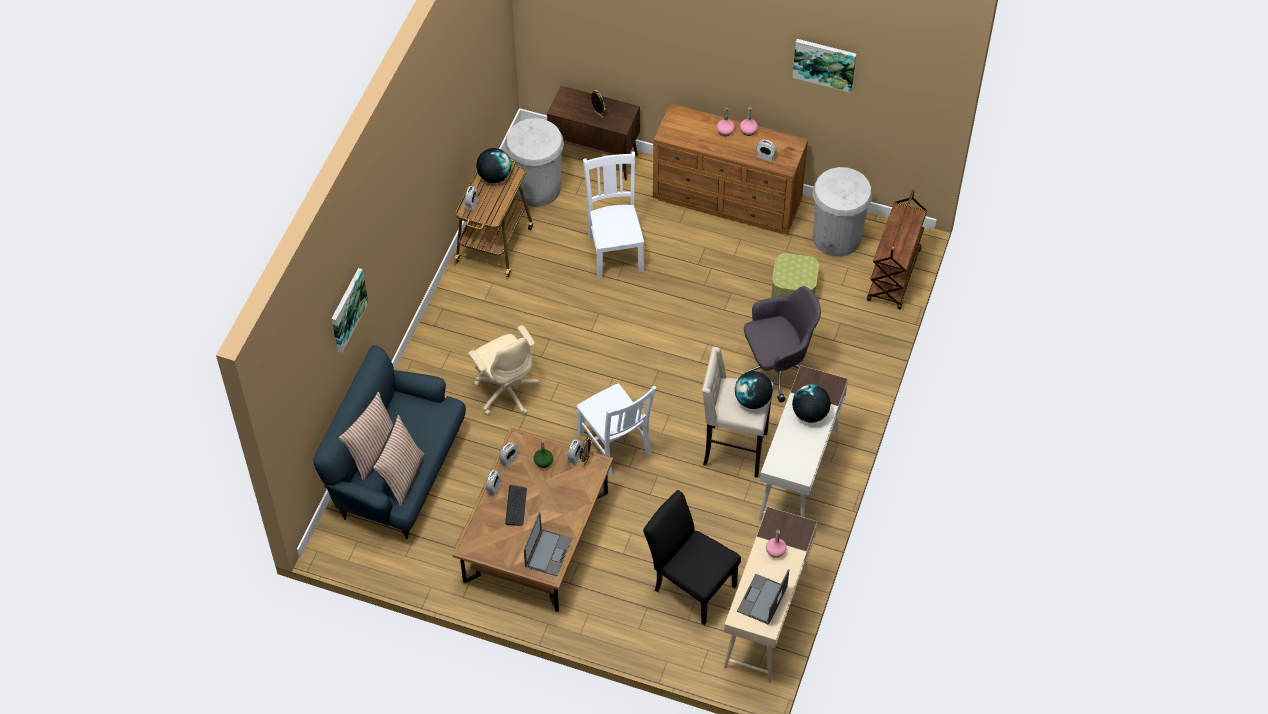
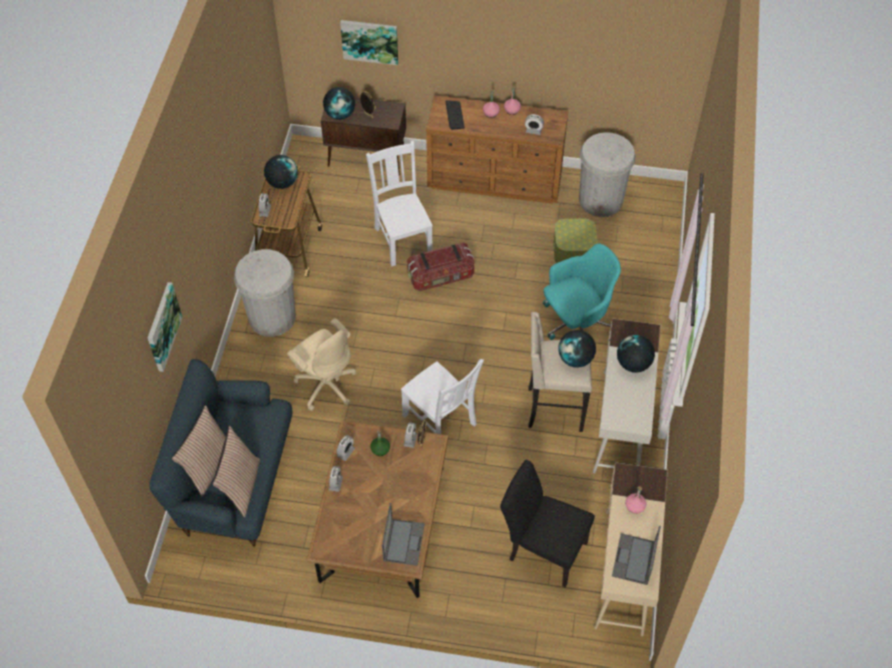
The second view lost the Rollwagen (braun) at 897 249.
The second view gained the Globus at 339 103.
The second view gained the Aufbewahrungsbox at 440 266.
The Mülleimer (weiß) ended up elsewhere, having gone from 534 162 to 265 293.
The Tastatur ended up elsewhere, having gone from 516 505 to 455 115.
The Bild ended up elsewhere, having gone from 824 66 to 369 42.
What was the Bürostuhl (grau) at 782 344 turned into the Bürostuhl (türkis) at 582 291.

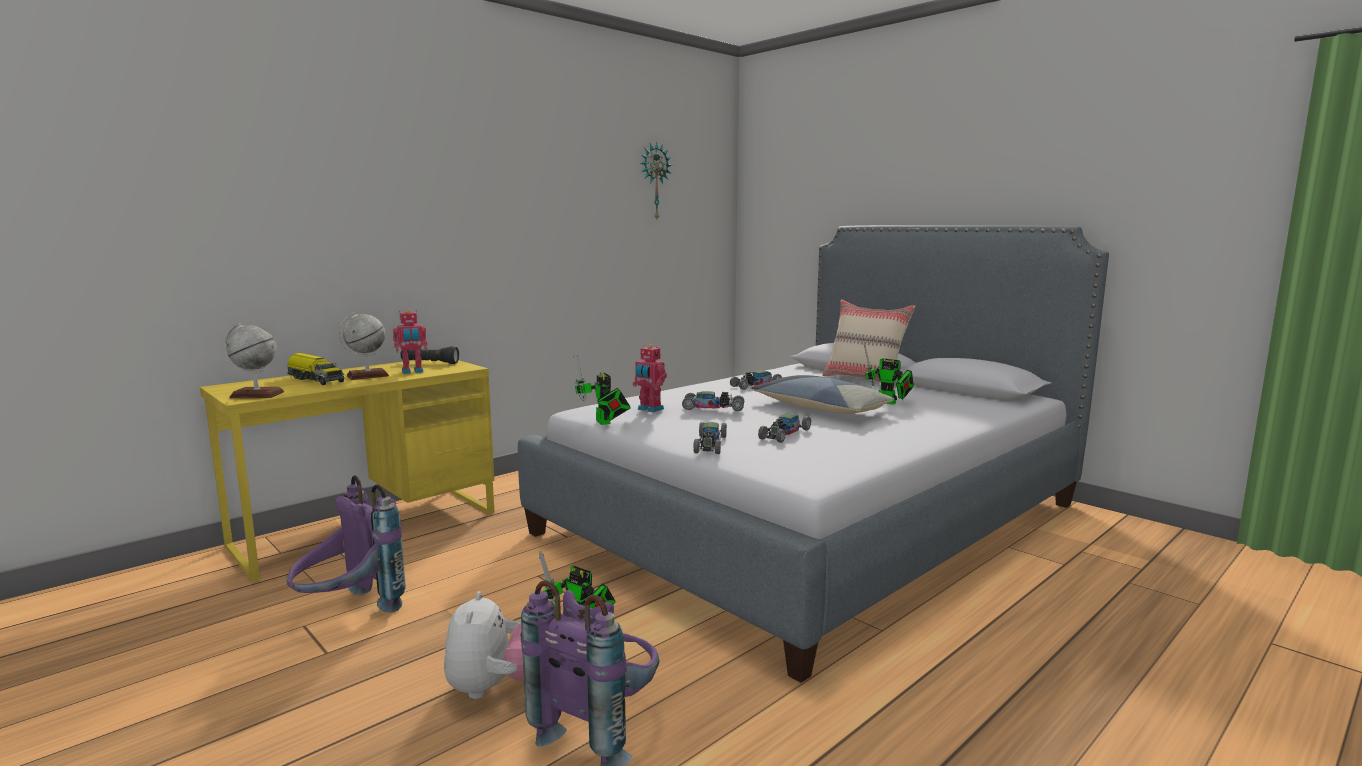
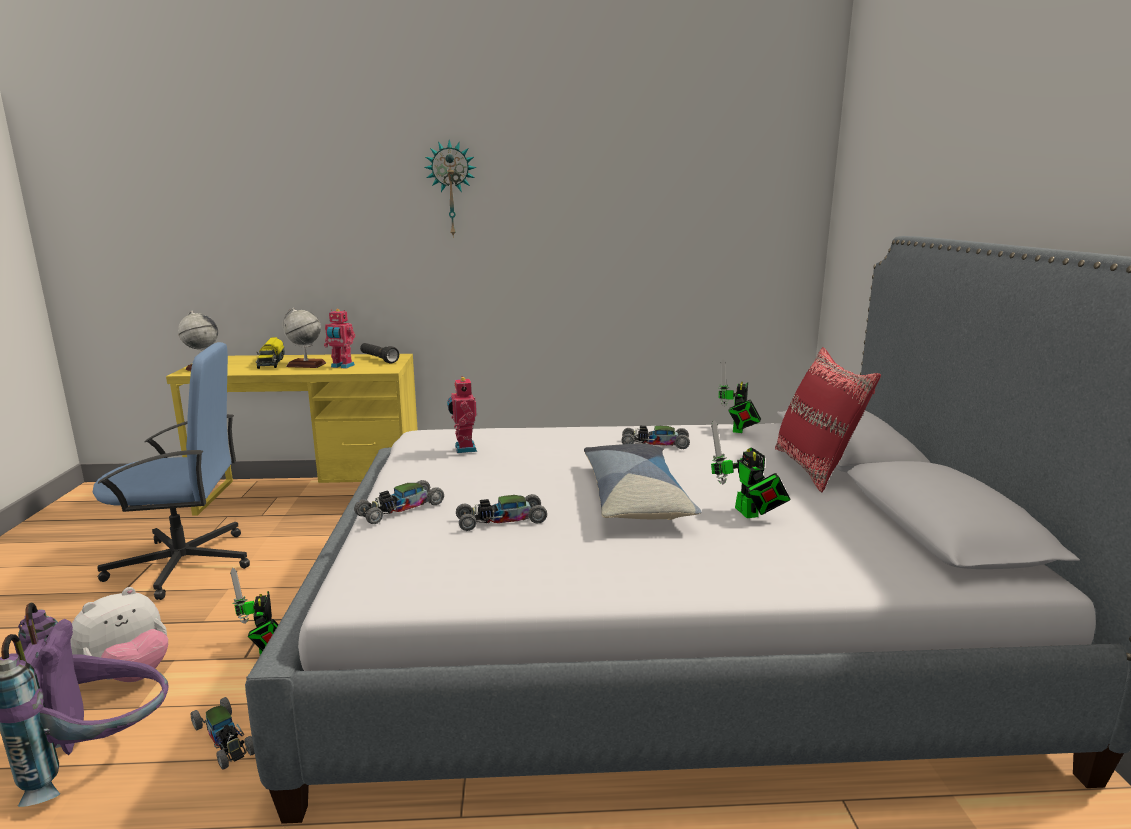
The Spielzeugroboter ended up elsewhere, having gone from 602 388 to 740 396.
The Wanduhr ended up elsewhere, having gone from 656 180 to 450 189.
The Spielzeugauto ended up elsewhere, having gone from 713 401 to 222 733.
Where the Rucksack (lila) stood at 346 544, the Bürostuhl (blau) came to stand at 171 471.
What was the Kissen (beige) at 868 344 turned into the Kissen (rot) at 828 419.

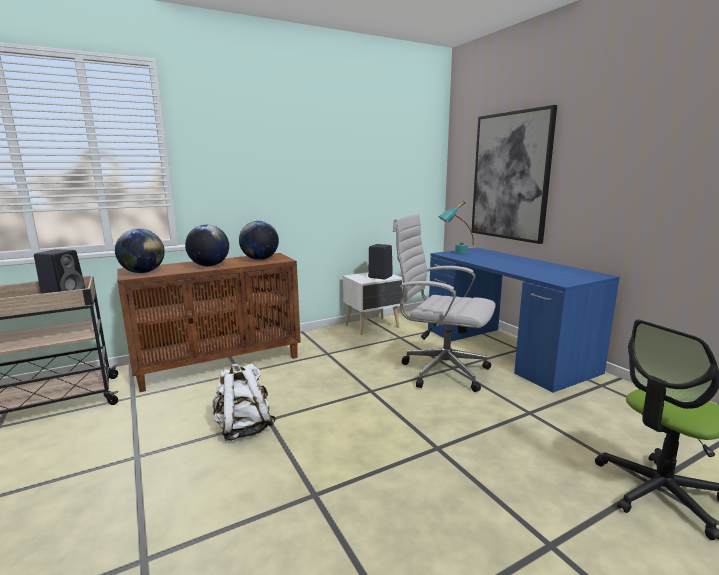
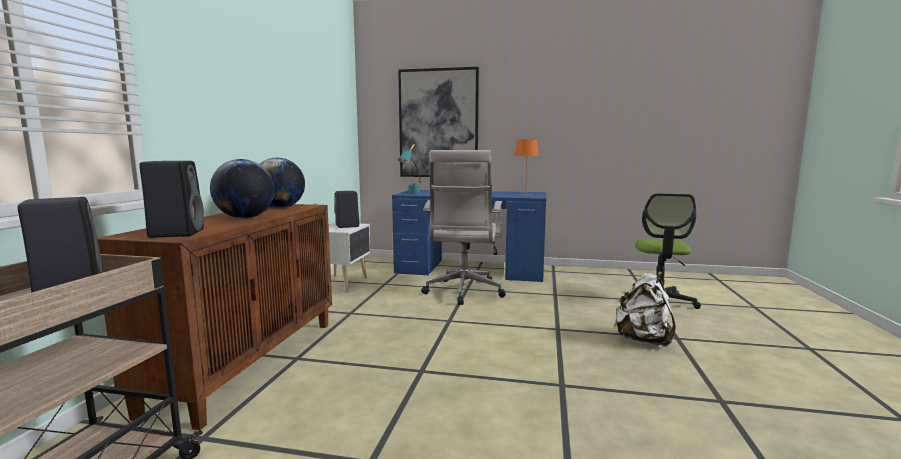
The second view gained the Tischlampe (orange) at 527 167.
The Rucksack (weiß) ended up elsewhere, having gone from 244 402 to 645 309.
Where the Globus stood at 140 251, the Lautsprecher (schwarz) came to stand at 171 199.
The Bürostuhl (weiß) at 444 303 ended up facing another way, 60 degrees counterclockwise from before.

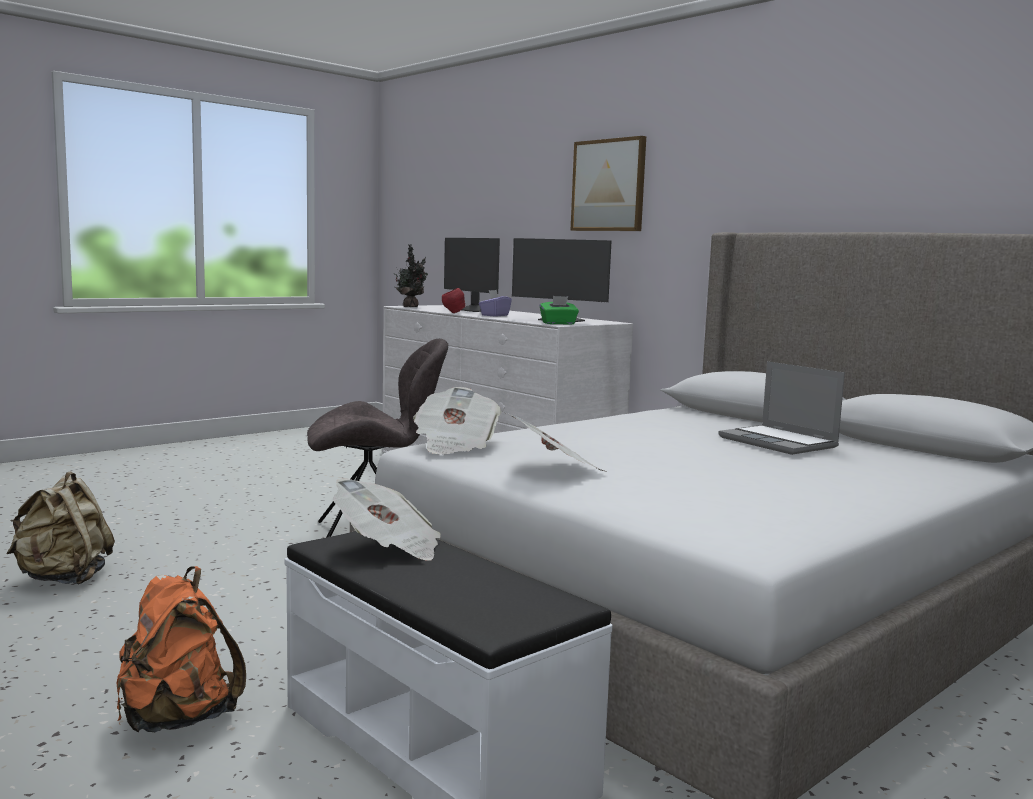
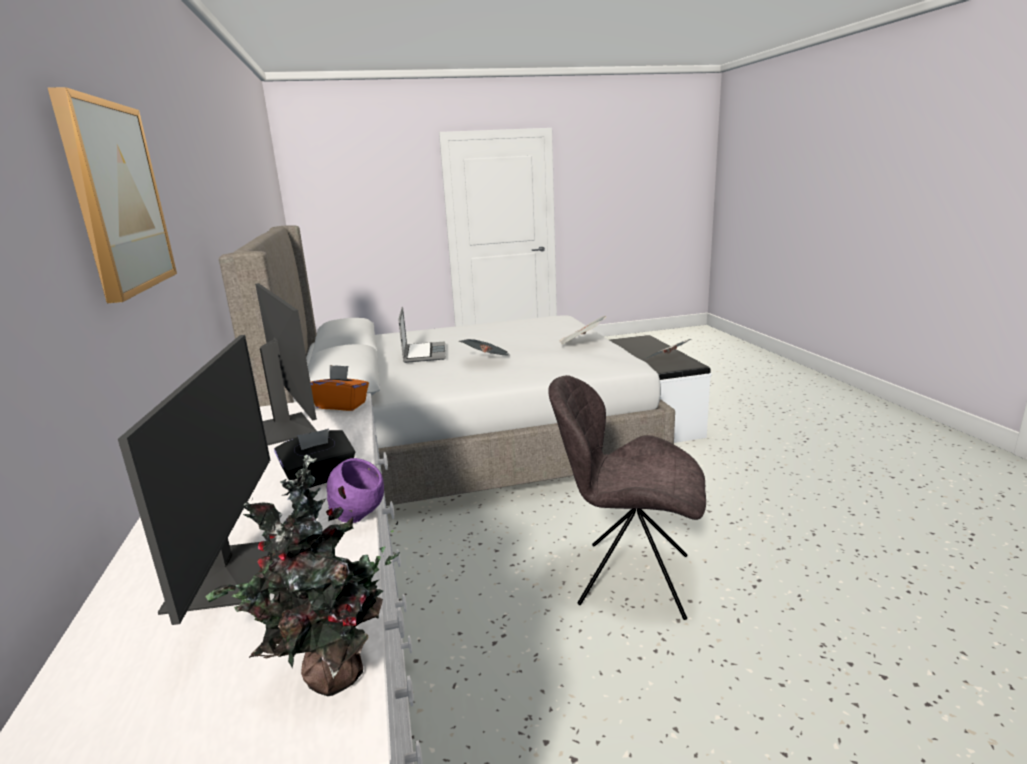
The second view lost the Rucksack (beige) at 61 528.
The second view lost the Rucksack (orange) at 181 649.
The Zeitung ended up elsewhere, having gone from 457 421 to 484 347.
What was the Schüssel (rot) at 454 300 turned into the Schüssel (lila) at 355 490.
What was the Taschentuchbox (lila) at 495 303 turned into the Taschentuchbox (schwarz) at 314 458.
What was the Taschentuchbox (grün) at 559 310 turned into the Taschentuchbox (orange) at 339 388.

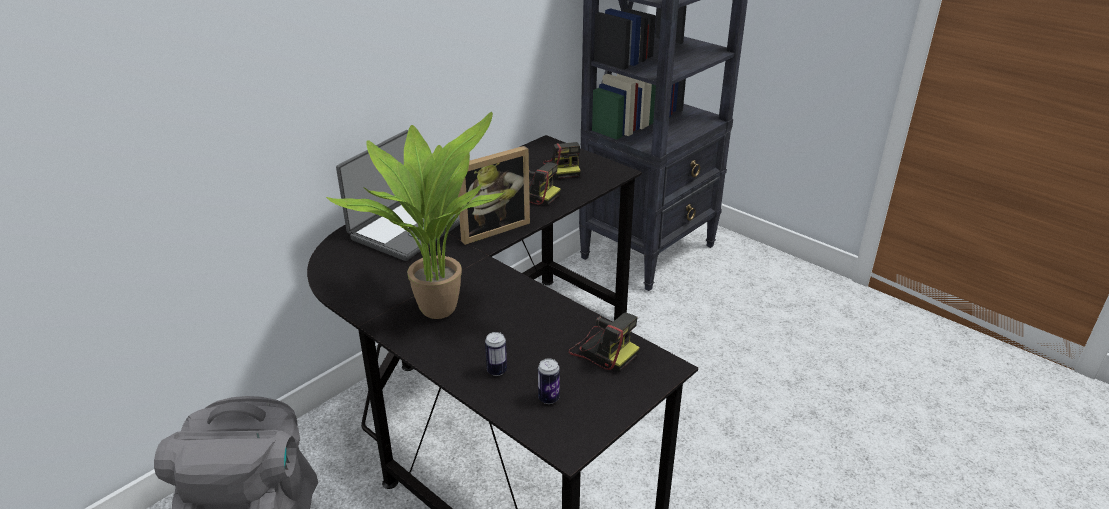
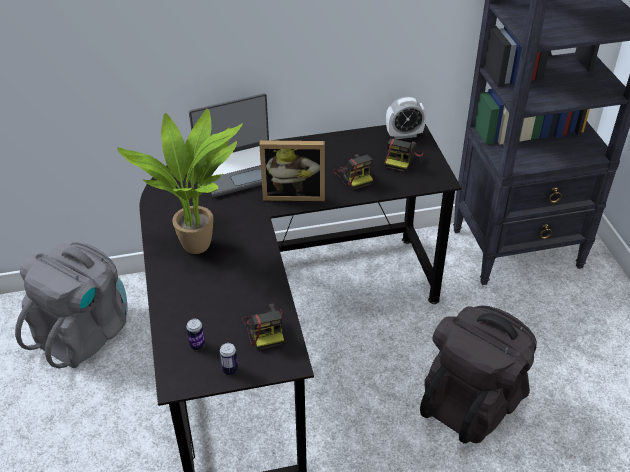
The second view gained the Wecker at 406 118.
The second view gained the Rucksack (schwarz) at 478 375.
The Dose ended up elsewhere, having gone from 496 354 to 229 359.

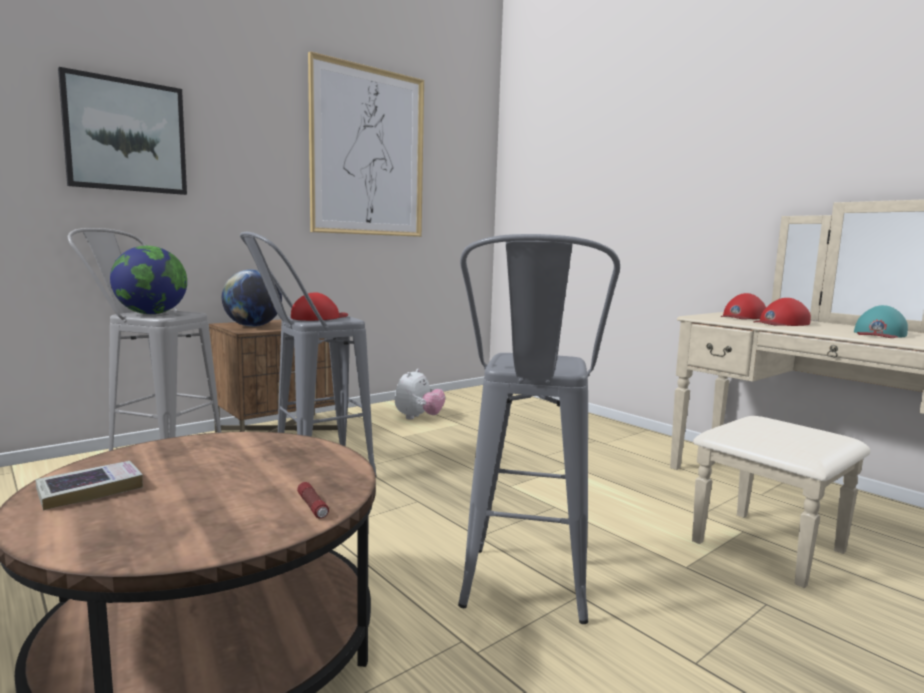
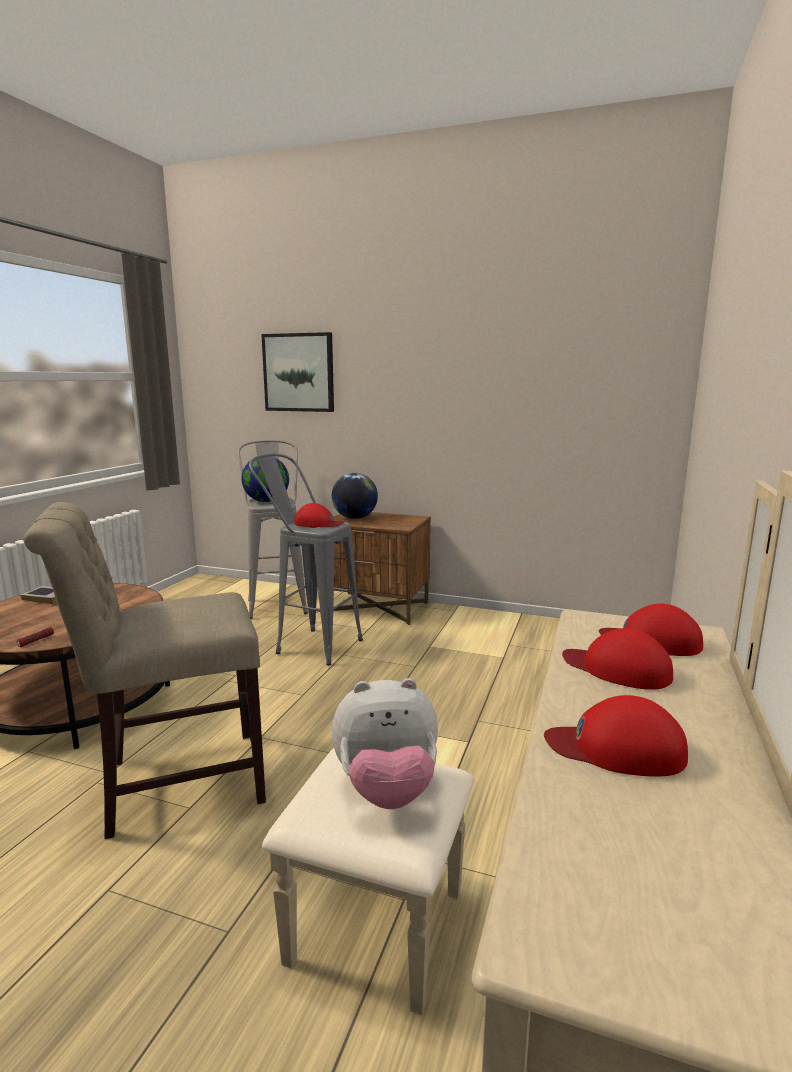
The second view lost the Bild at 366 144.
The Plüschtier ended up elsewhere, having gone from 420 394 to 385 743.
Where the Hocker (grau) stood at 539 429, the Stuhl (beige) came to stand at 144 670.
What was the Kappe (türkis) at 881 321 turned into the Kappe (rot) at 616 736.

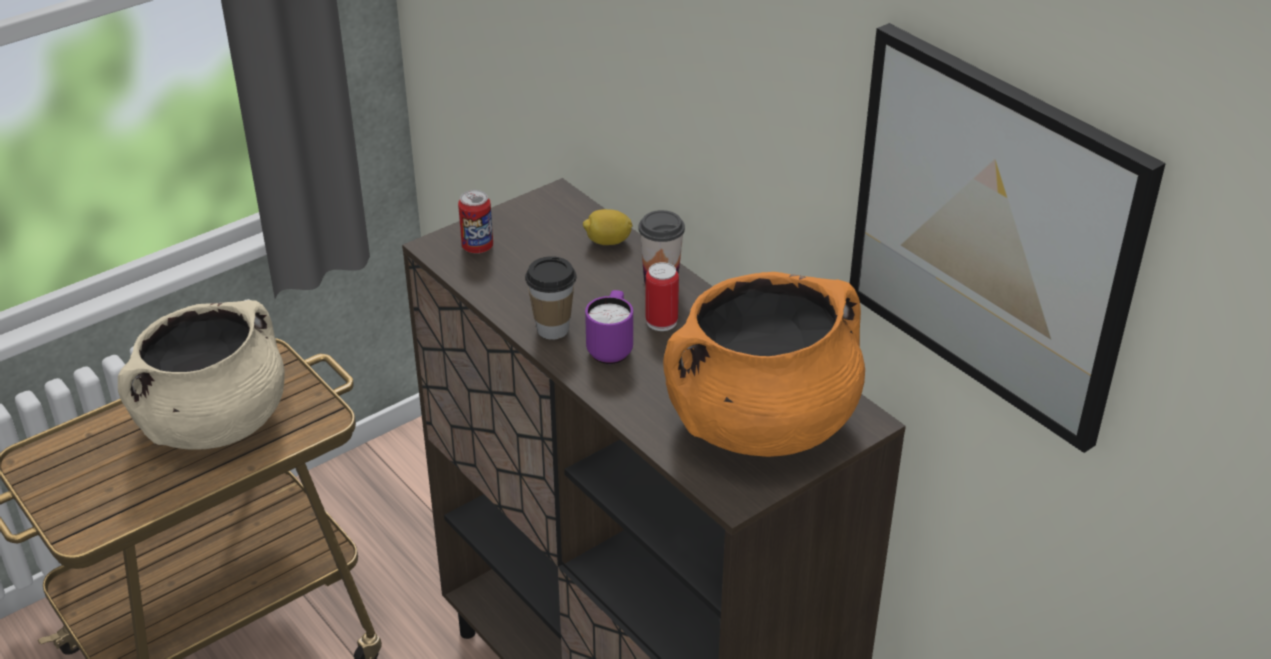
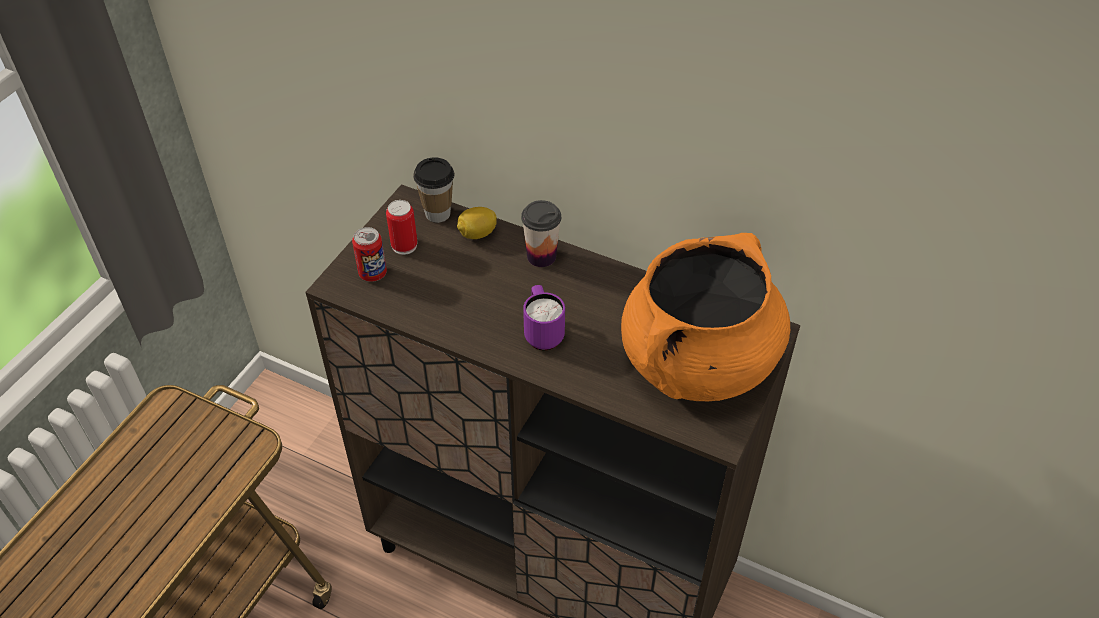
The second view lost the Kochtopf (beige) at 201 375.
The second view lost the Bild at 1008 238.
The Tasse ended up elsewhere, having gone from 551 298 to 433 190.
The Dose ended up elsewhere, having gone from 662 296 to 402 227.

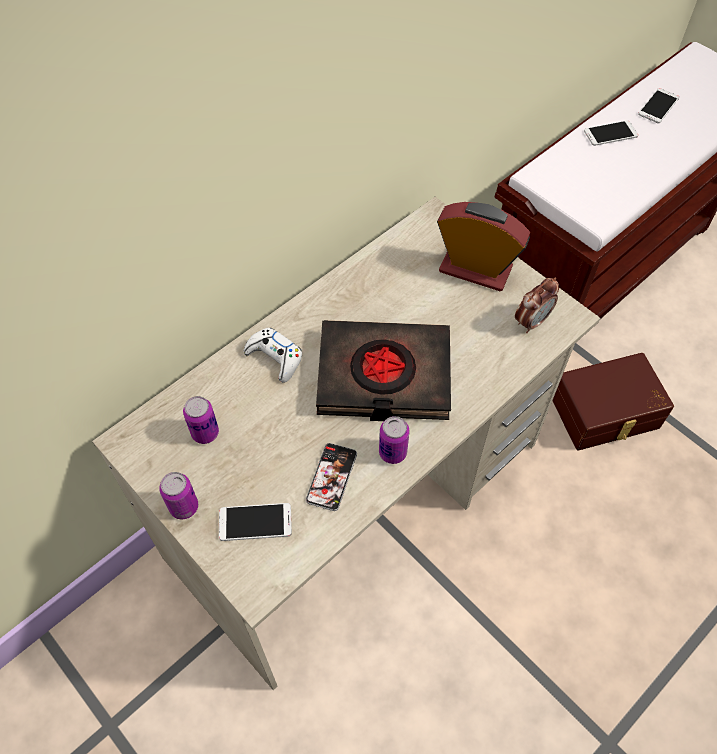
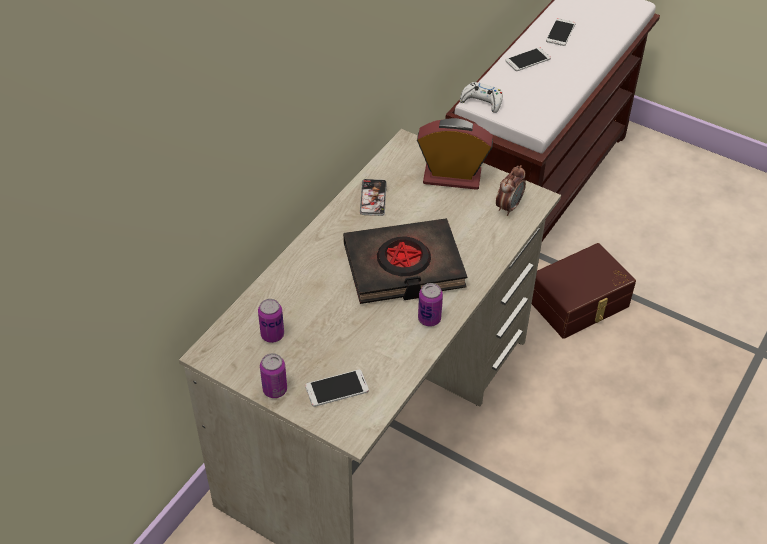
The Gamepad (weiß) ended up elsewhere, having gone from 272 355 to 481 97.
The Handy ended up elsewhere, having gone from 331 477 to 373 197.

